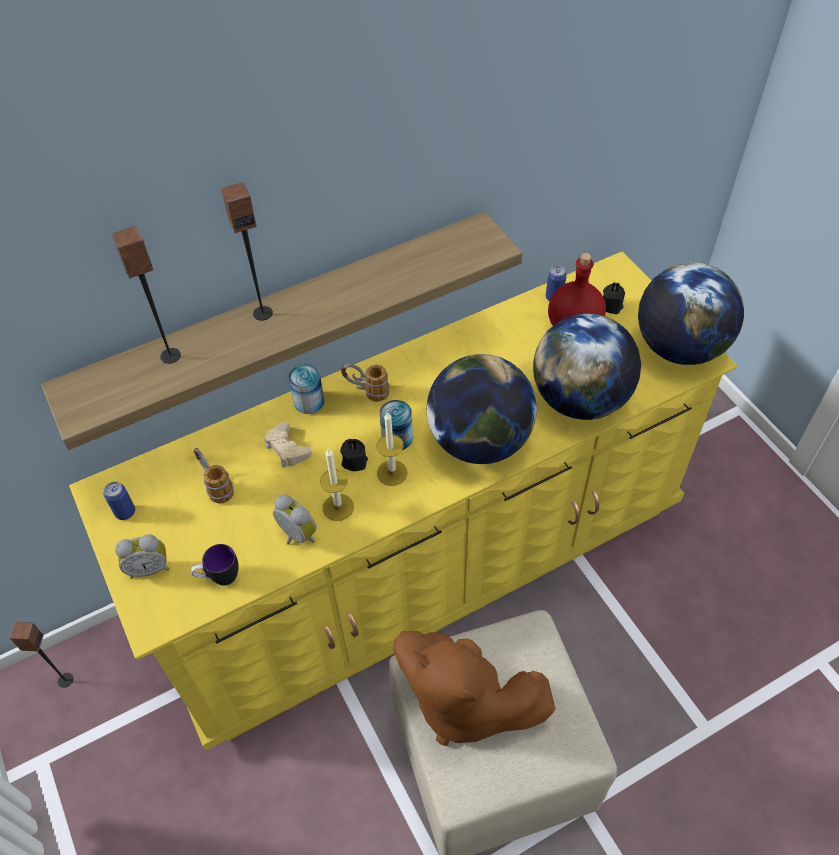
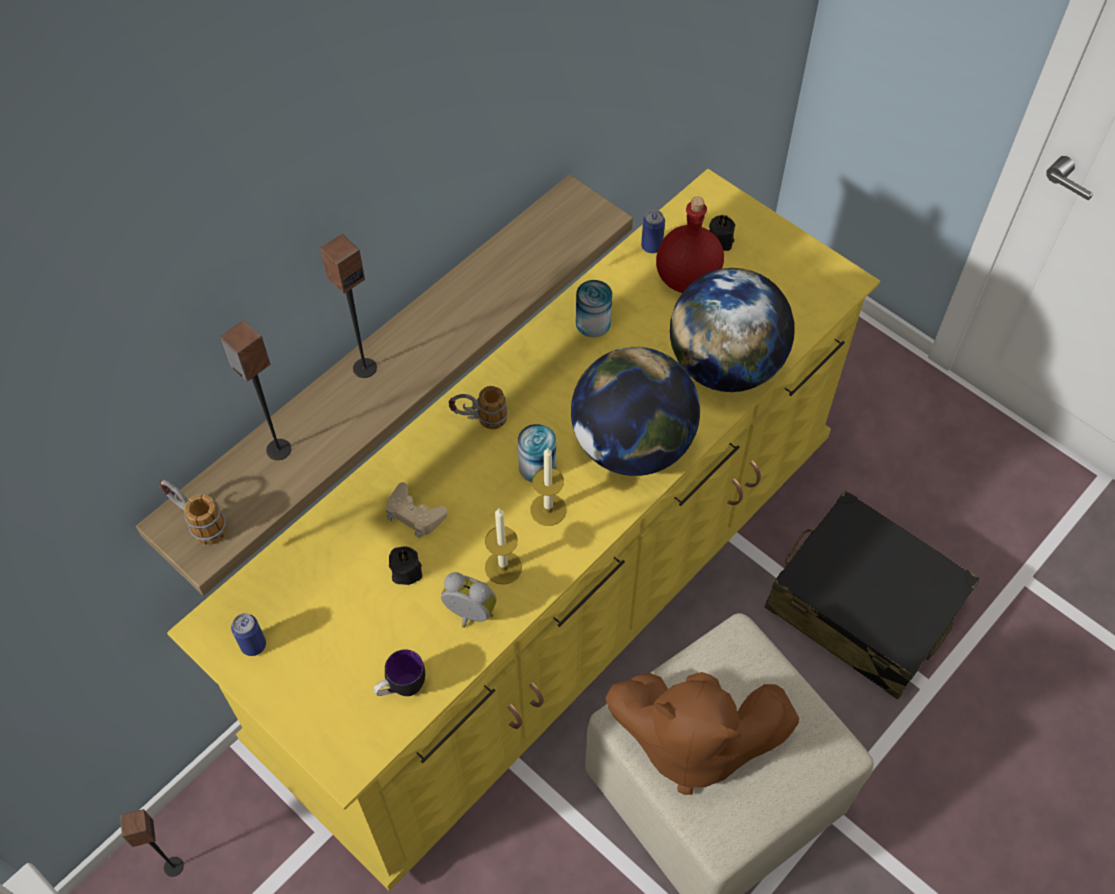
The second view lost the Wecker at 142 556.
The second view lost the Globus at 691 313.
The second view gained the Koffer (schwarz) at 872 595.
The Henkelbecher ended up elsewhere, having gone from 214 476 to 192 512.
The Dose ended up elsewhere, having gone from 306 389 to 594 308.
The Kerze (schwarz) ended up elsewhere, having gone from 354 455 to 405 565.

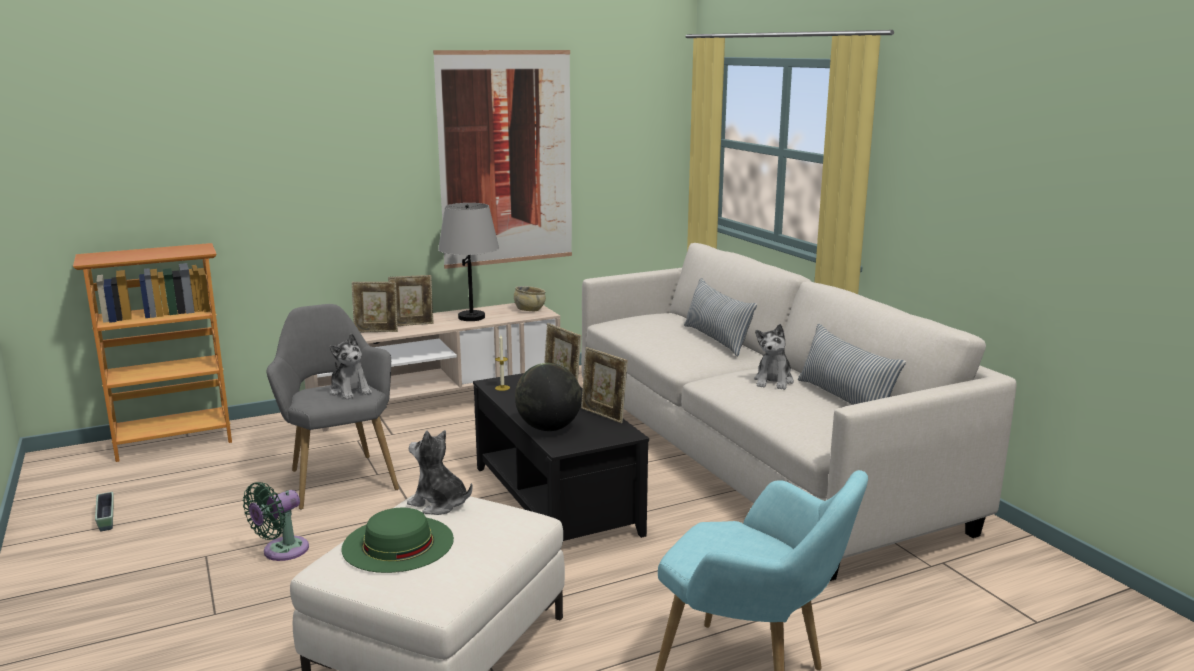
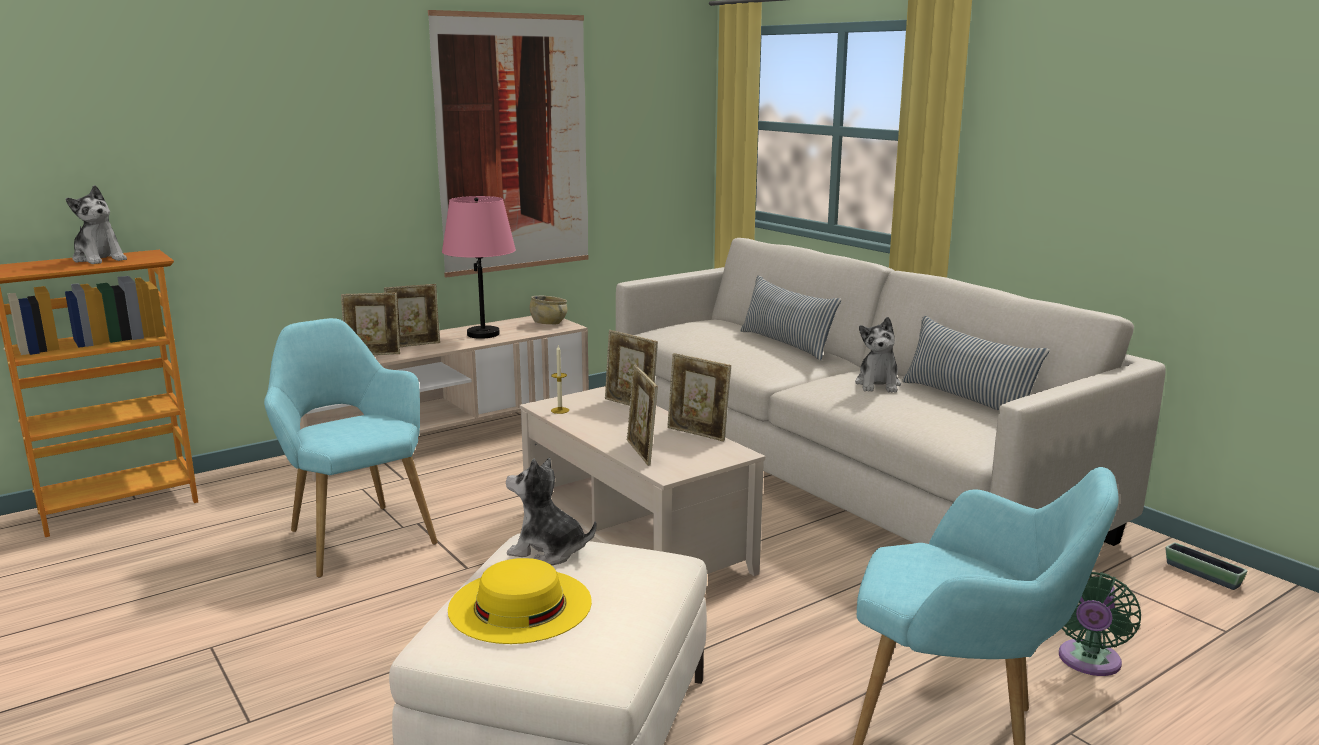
The Pflanzkübel ended up elsewhere, having gone from 104 511 to 1207 566.
The Ventilator (grün) ended up elsewhere, having gone from 276 521 to 1100 624.
The Plüschtier ended up elsewhere, having gone from 351 366 to 96 224.
Where the Globus stood at 548 397, the Bilderrahmen came to stand at 642 415.
What was the Sessel (grau) at 333 407 turned into the Sessel (türkis) at 351 448.
What was the Hut (grün) at 398 540 turned into the Hut (gelb) at 520 601.
What was the Tischlampe (grau) at 468 262 turned into the Tischlampe (rosa) at 479 267.
What was the Couchtisch (schwarz) at 561 461 turned into the Couchtisch (beige) at 642 481.

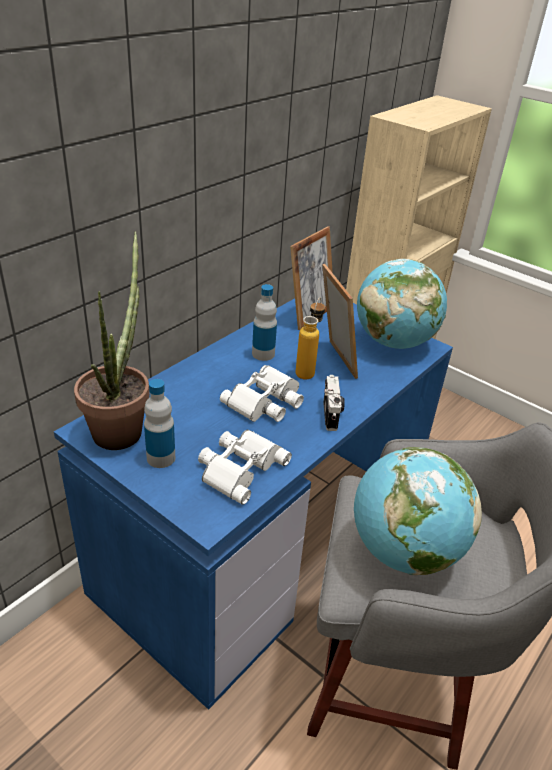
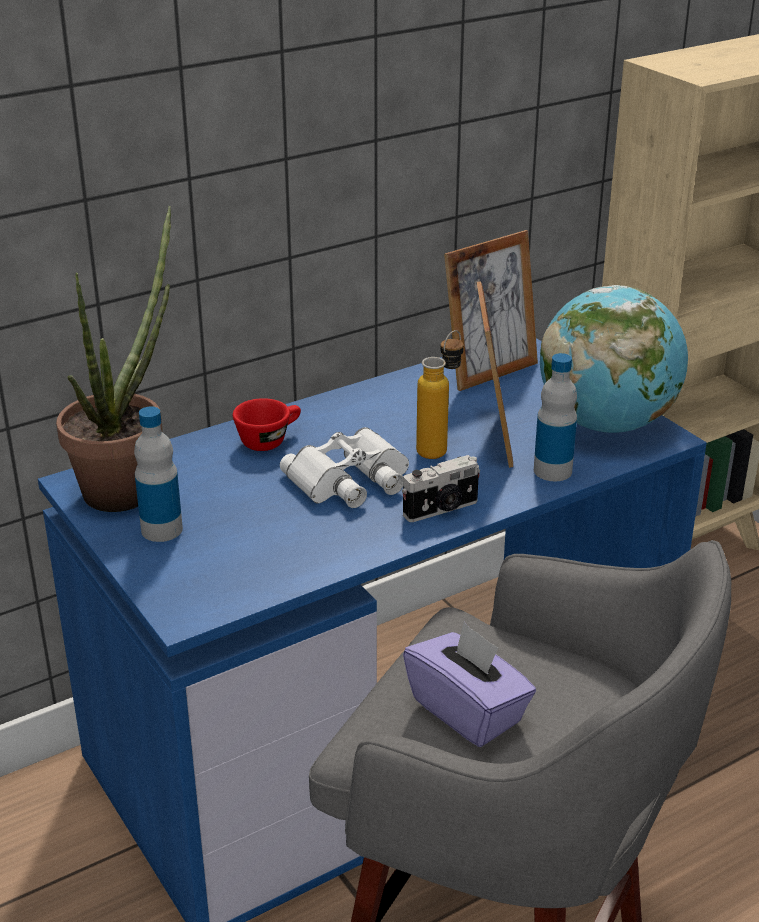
The second view lost the Fernglas (weiß) at 245 467.
The second view gained the Tasse (rot) at 267 424.
The Flasche ended up elsewhere, having gone from 264 322 to 555 417.
Where the Globus stood at 418 511, the Taschentuchbox (lila) came to stand at 469 684.
The Kamera at 334 403 ended up facing another way, 45 degrees clockwise from before.

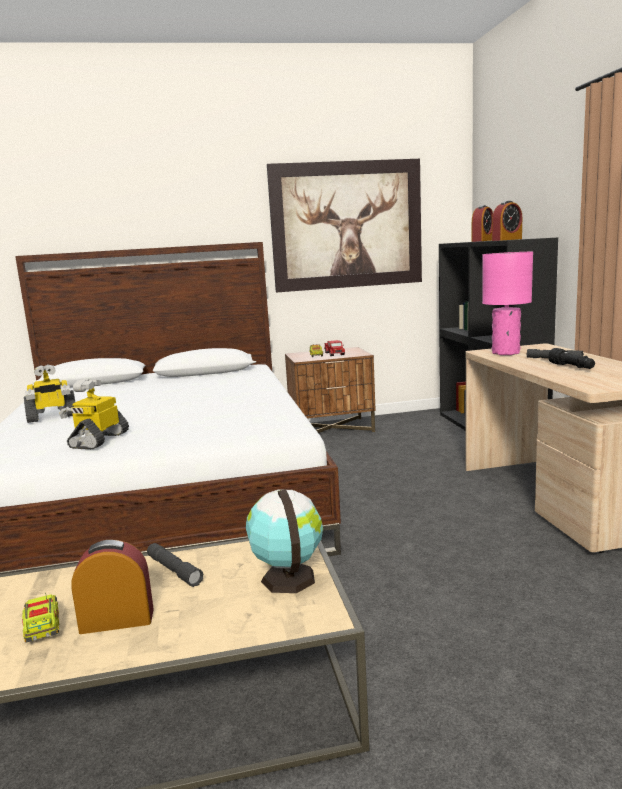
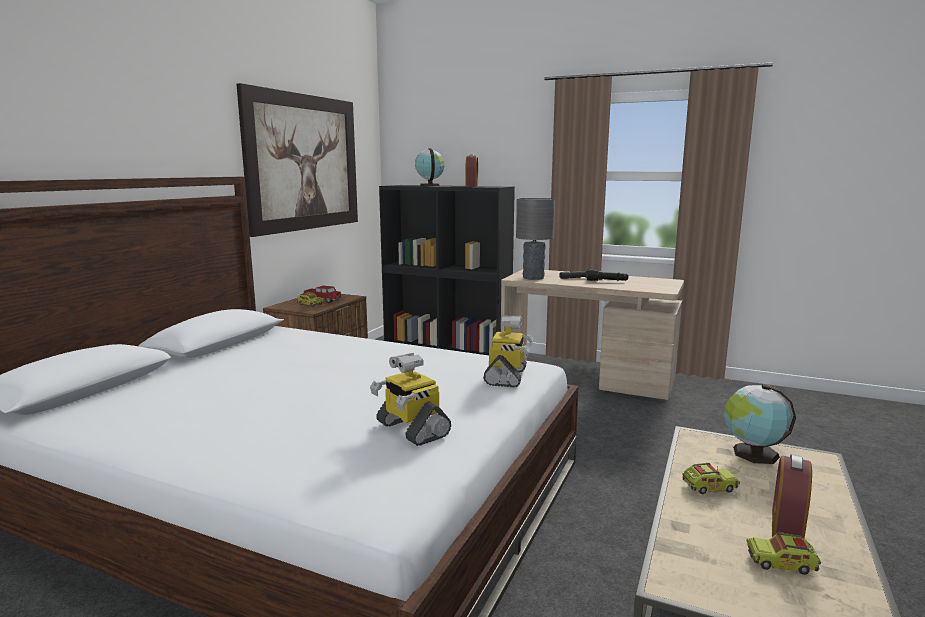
The Spielzeugroboter ended up elsewhere, having gone from 49 393 to 508 351.
Where the Taschenlampe (grau) stood at 175 565, the Spielzeuglaster came to stand at 711 478.
Where the Wecker stood at 482 223, the Globus came to stand at 430 167.
What was the Tischlampe (rosa) at 507 303 turned into the Tischlampe (grau) at 535 239.

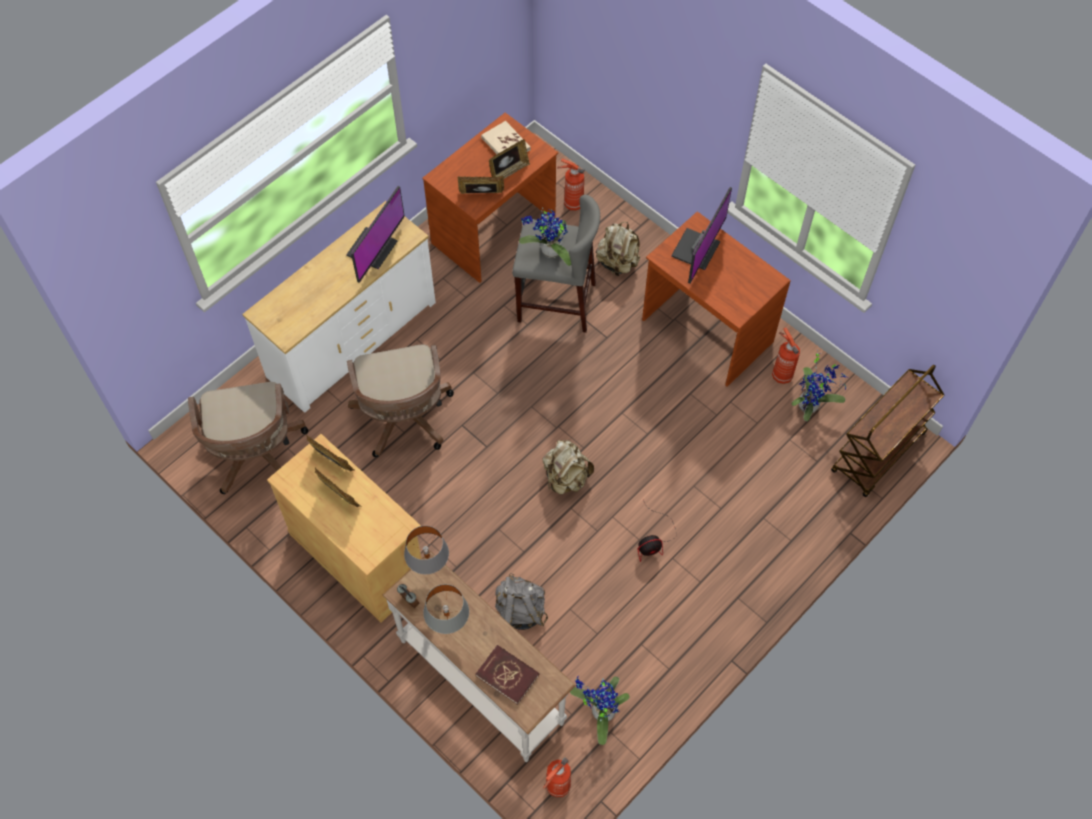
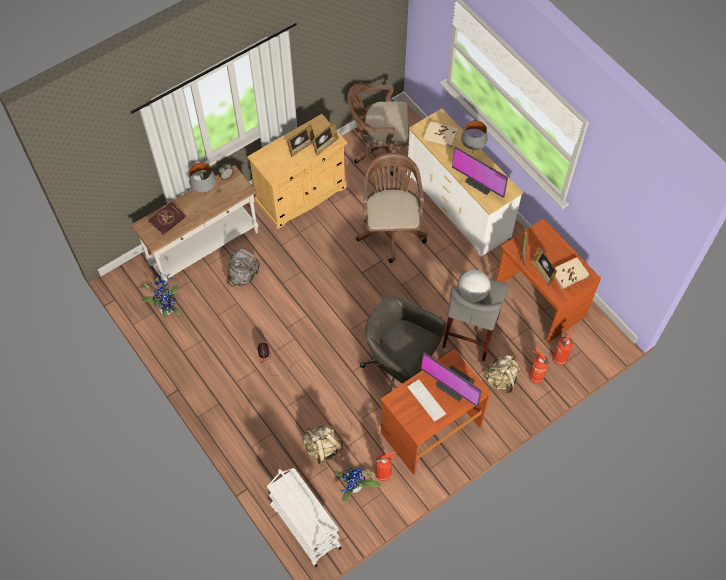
The second view gained the Bürostuhl (grau) at 403 344.
The second view gained the Tastatur at 426 400.
The second view gained the Buch (beige) at 441 134.
The Tischlampe (grau) ended up elsewhere, having gone from 426 550 to 474 136.
The Rucksack (beige) ended up elsewhere, having gone from 568 467 to 323 444.
The Feuerlöscher ended up elsewhere, having gone from 557 778 to 539 365.
Where the Topfpflanze stood at 545 236, the Globus came to stand at 475 286.
What was the Rollwagen (braun) at 887 430 turned into the Rollwagen (weiß) at 304 517.
The Bürostuhl (braun) at 400 400 ended up facing another way, 90 degrees clockwise from before.

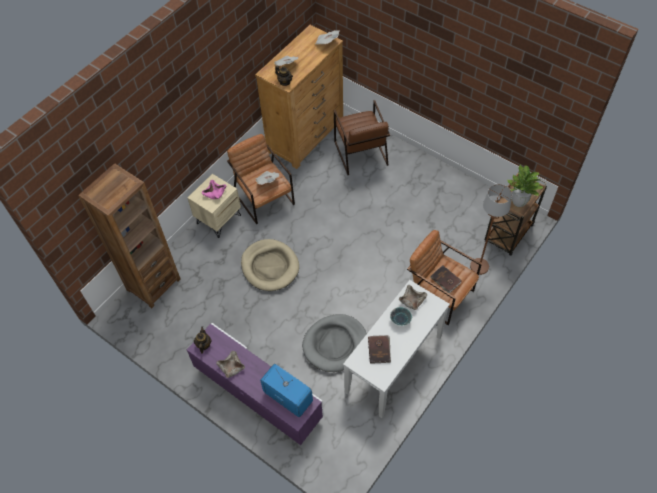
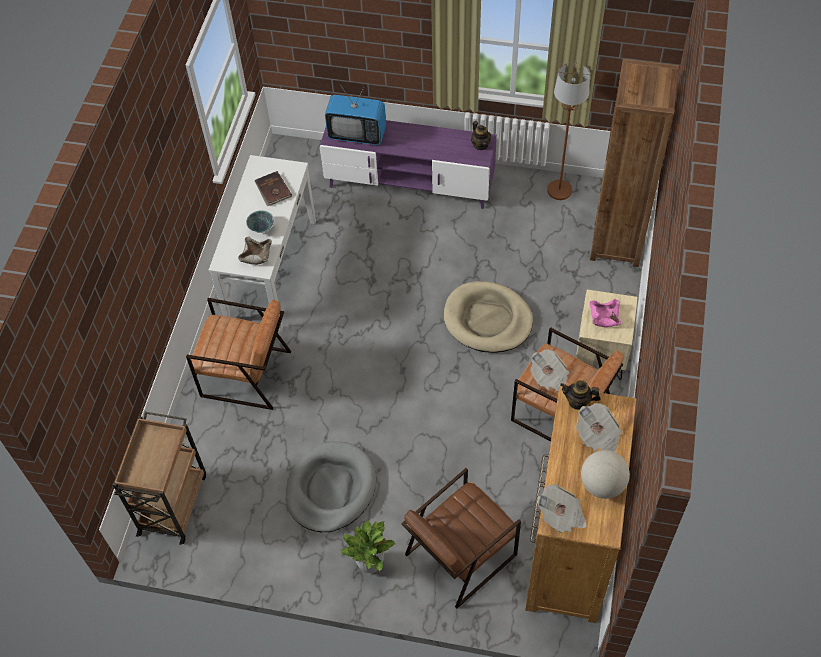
The second view lost the Schüssel (beige) at 230 364.
The second view lost the Buch (braun) at 446 279.
The second view gained the Globus at 605 474.
The Hundebett (grau) ended up elsewhere, having gone from 334 343 to 331 486.
The Stehlampe (braun) ended up elsewhere, having gone from 491 229 to 568 131.
The Topfpflanze ended up elsewhere, having gone from 525 186 to 367 546.
The Sessel (braun) at 362 137 ended up facing another way, 90 degrees counterclockwise from before.

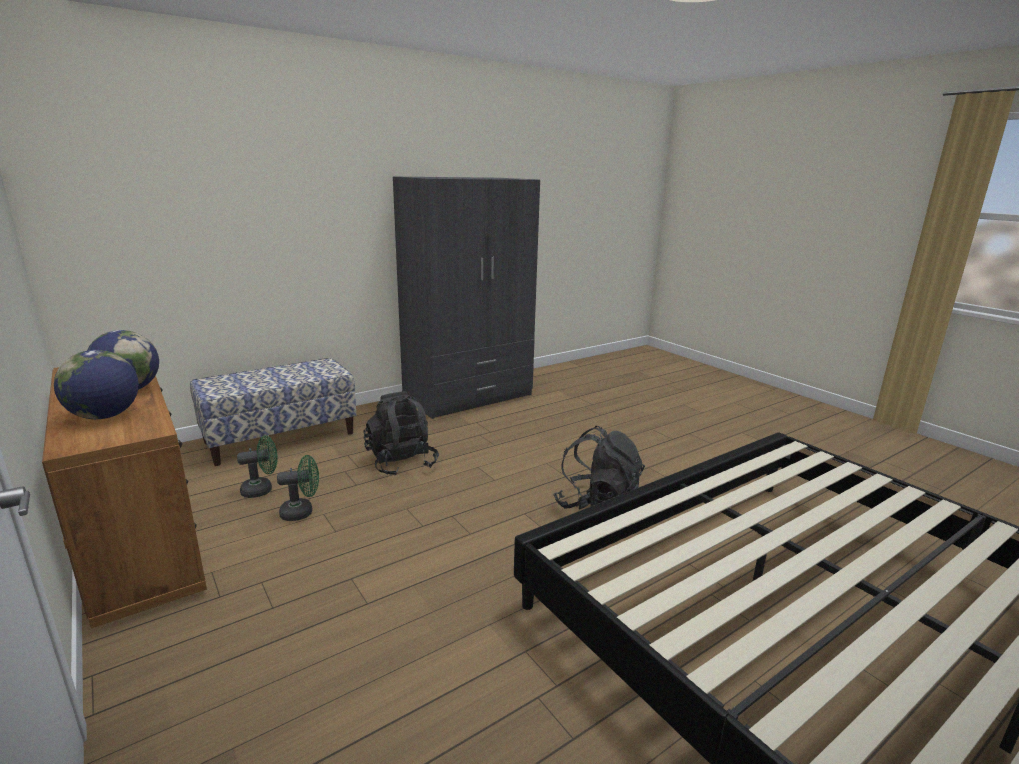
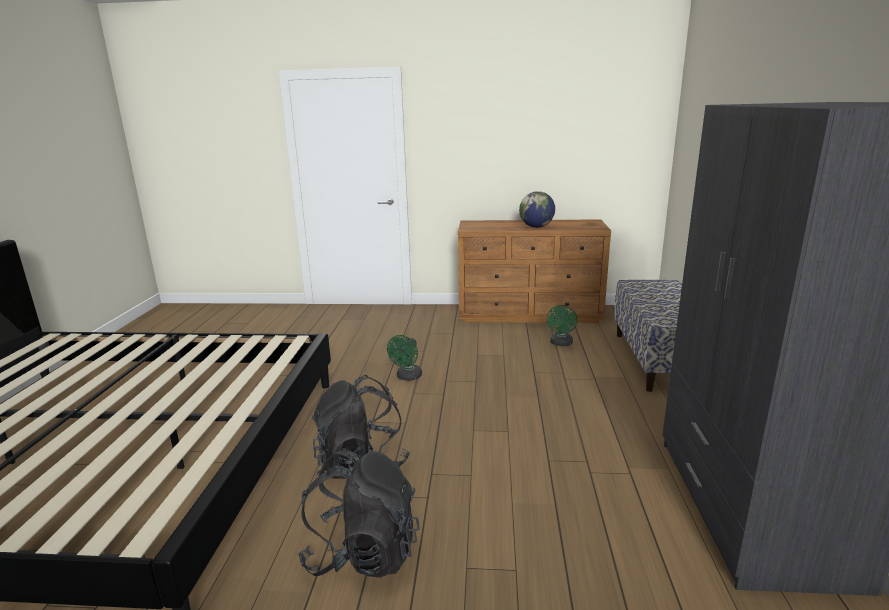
The second view lost the Globus at 96 384.
The Ventilator (grün) ended up elsewhere, having gone from 298 488 to 404 358.
The Rucksack (schwarz) ended up elsewhere, having gone from 401 433 to 359 513.

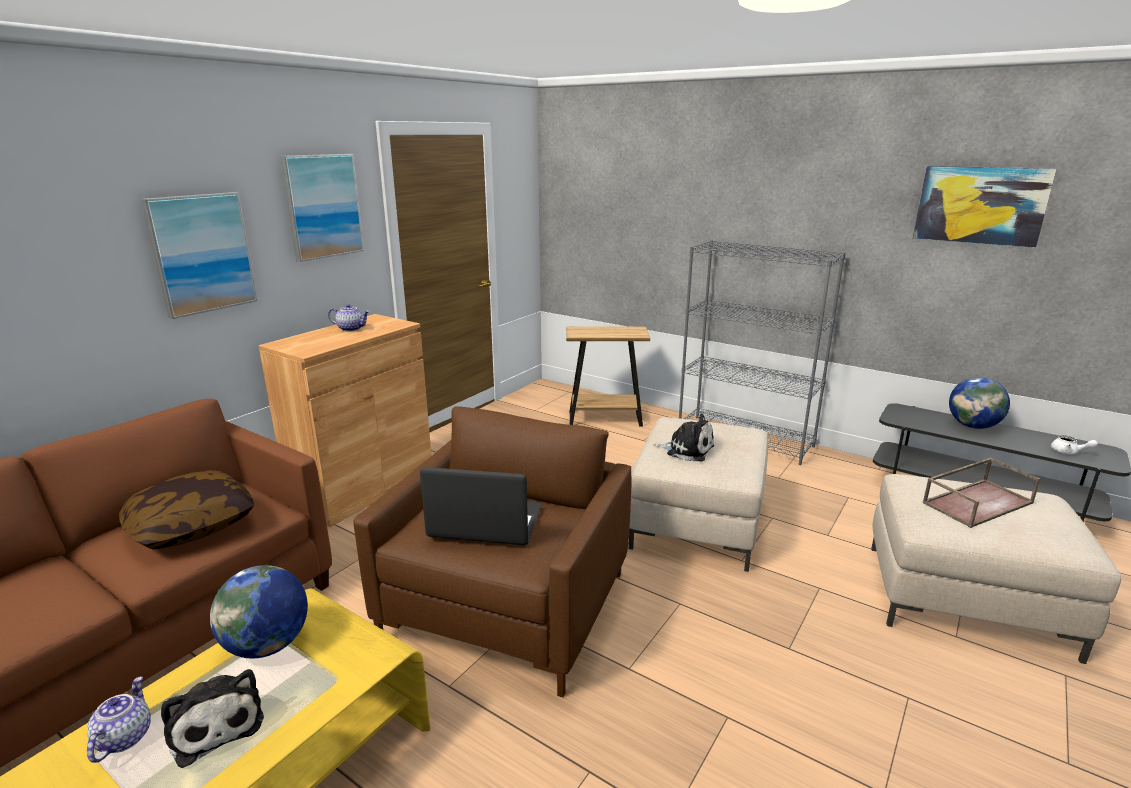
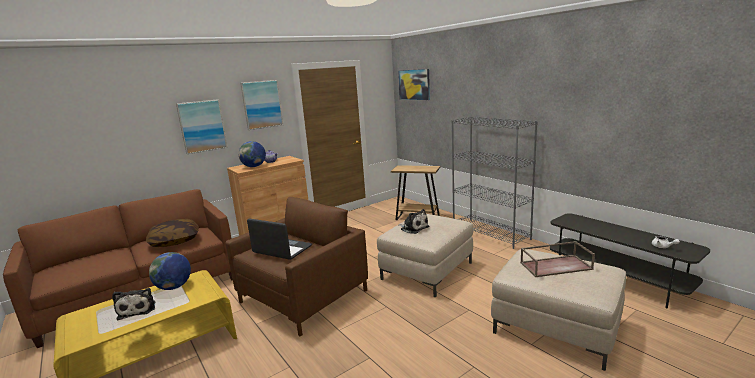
The second view lost the Teekanne at 119 720.
The Bild ended up elsewhere, having gone from 985 207 to 414 84.
The Globus ended up elsewhere, having gone from 979 403 to 252 154.

